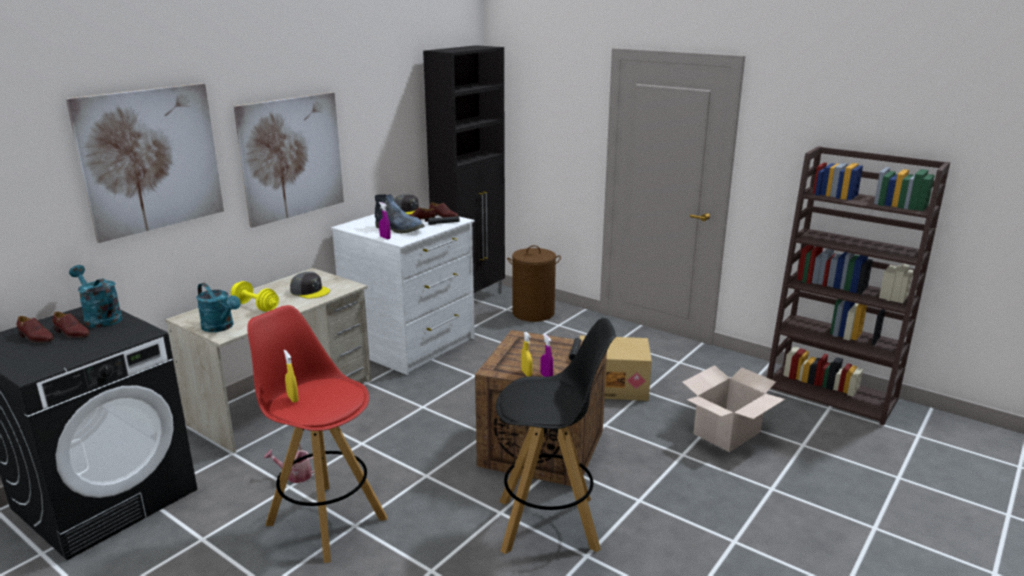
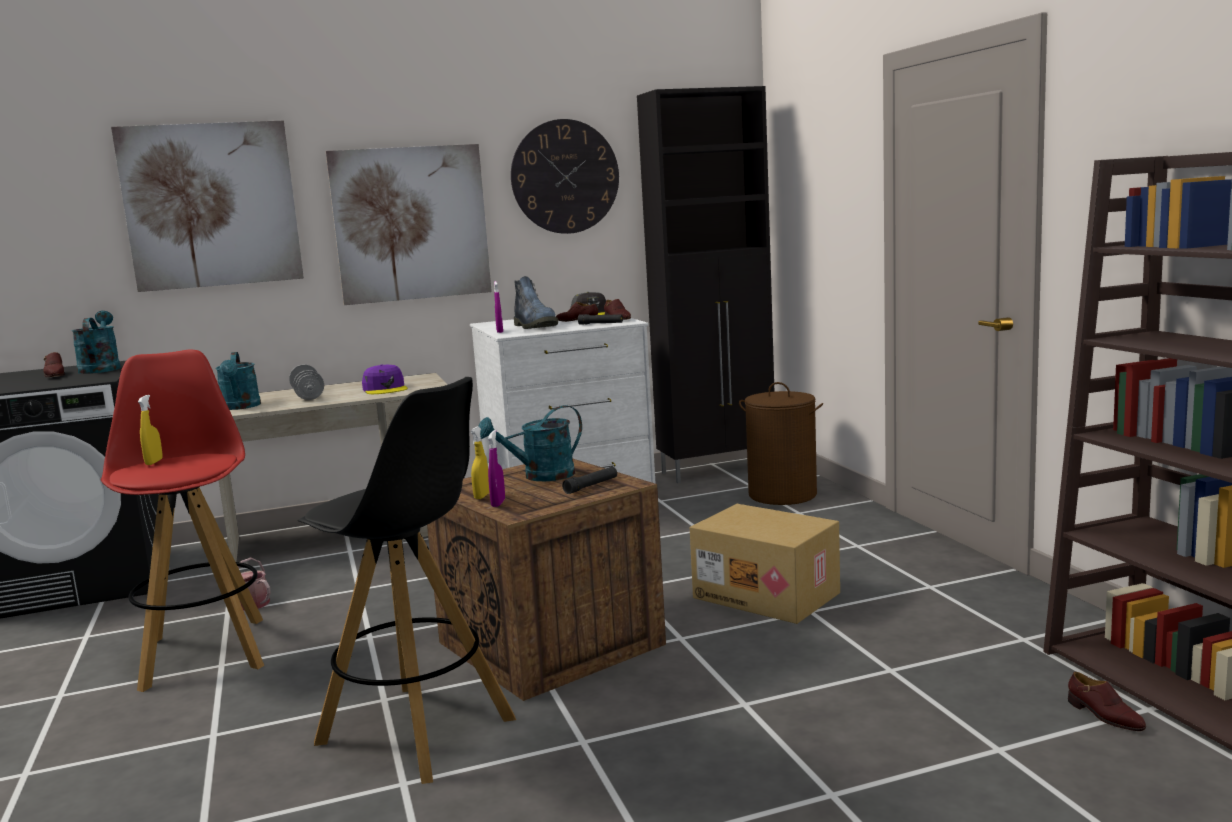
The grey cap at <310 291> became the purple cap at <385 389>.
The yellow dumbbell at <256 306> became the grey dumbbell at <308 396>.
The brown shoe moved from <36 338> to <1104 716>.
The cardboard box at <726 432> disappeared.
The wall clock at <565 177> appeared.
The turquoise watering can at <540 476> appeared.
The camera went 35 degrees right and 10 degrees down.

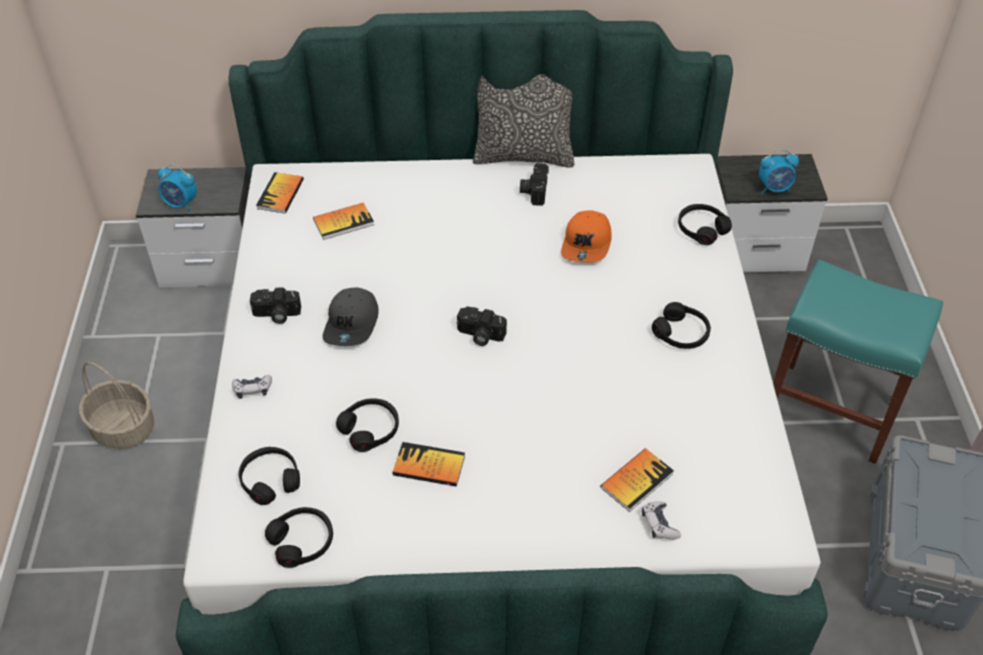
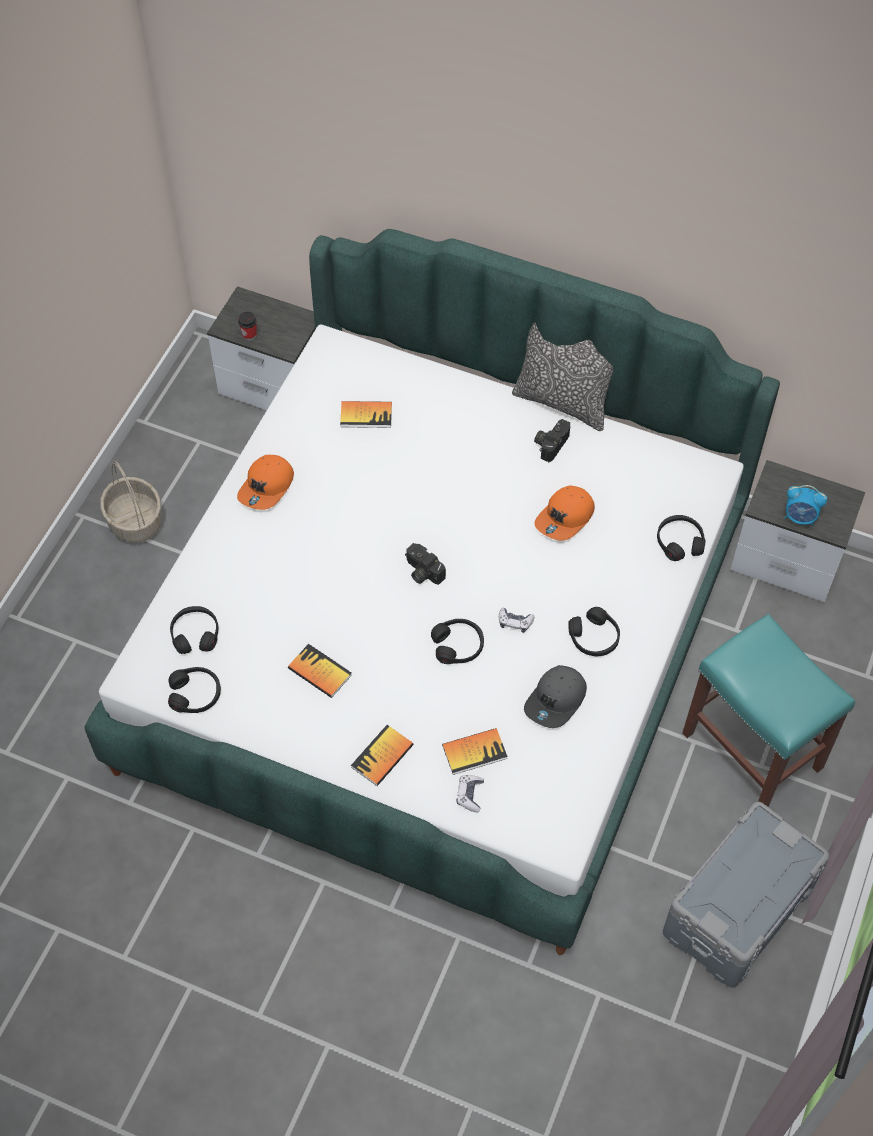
The alarm clock at <181 204> was replaced by the cup at <249 335>.
The book moved from <280 194> to <382 756>.
The grey cap moved from <352 324> to <556 701>.
The photo camera at <276 315> was replaced by the orange cap at <267 487>.
The game controller moved from <252 389> to <515 622>.
The black headphones moved from <370 429> to <458 645>.
The camera went 25 degrees right and 10 degrees up.

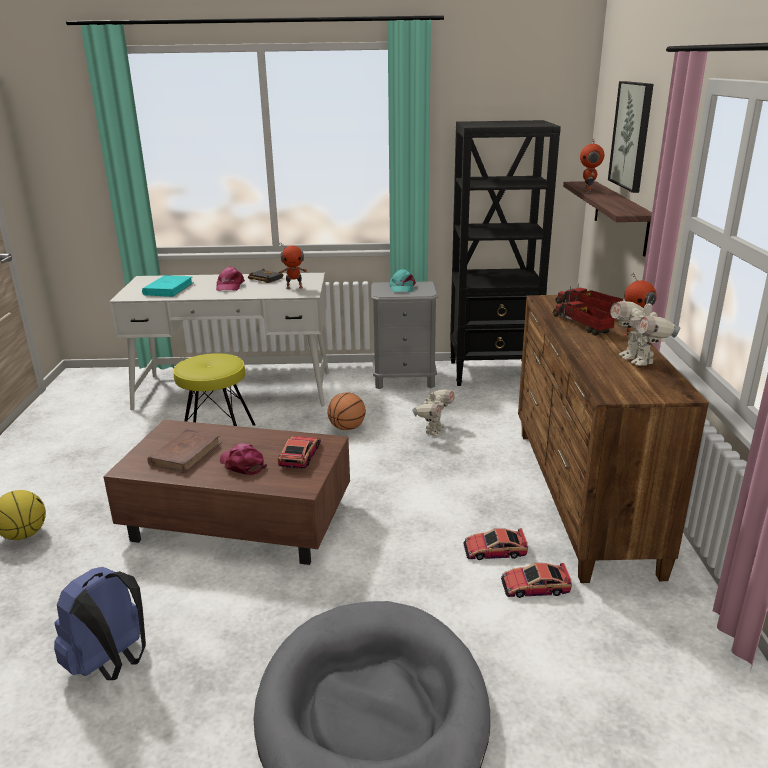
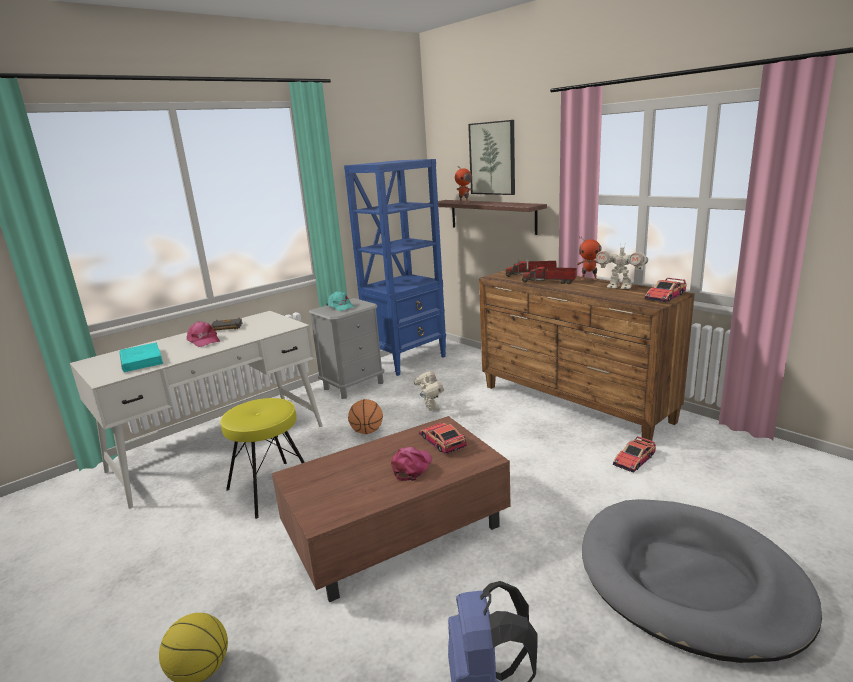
The black bookcase at <493 373> became the blue bookcase at <407 360>.
The toy robot at <294 287> disappeared.
The brown book at <186 454> disappeared.
The pink cap at <242 464> turned 105 degrees clockwise.
The toy car moved from <494 550> to <665 296>.
The camera went 40 degrees left and 5 degrees down.

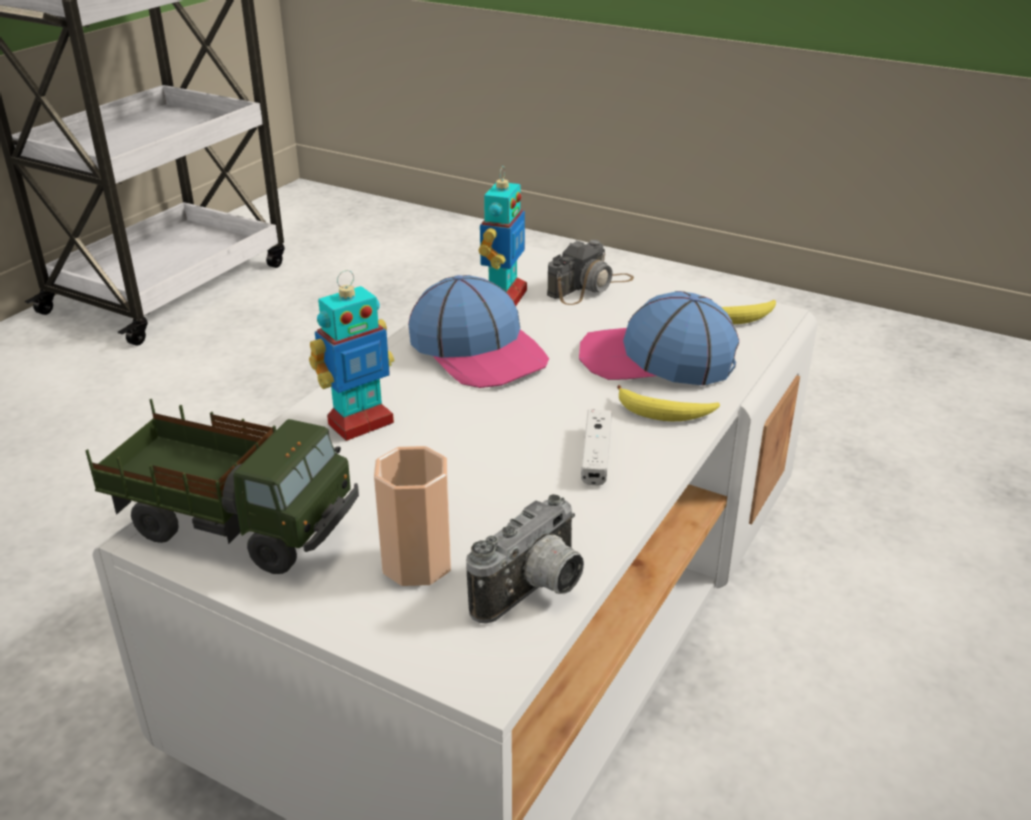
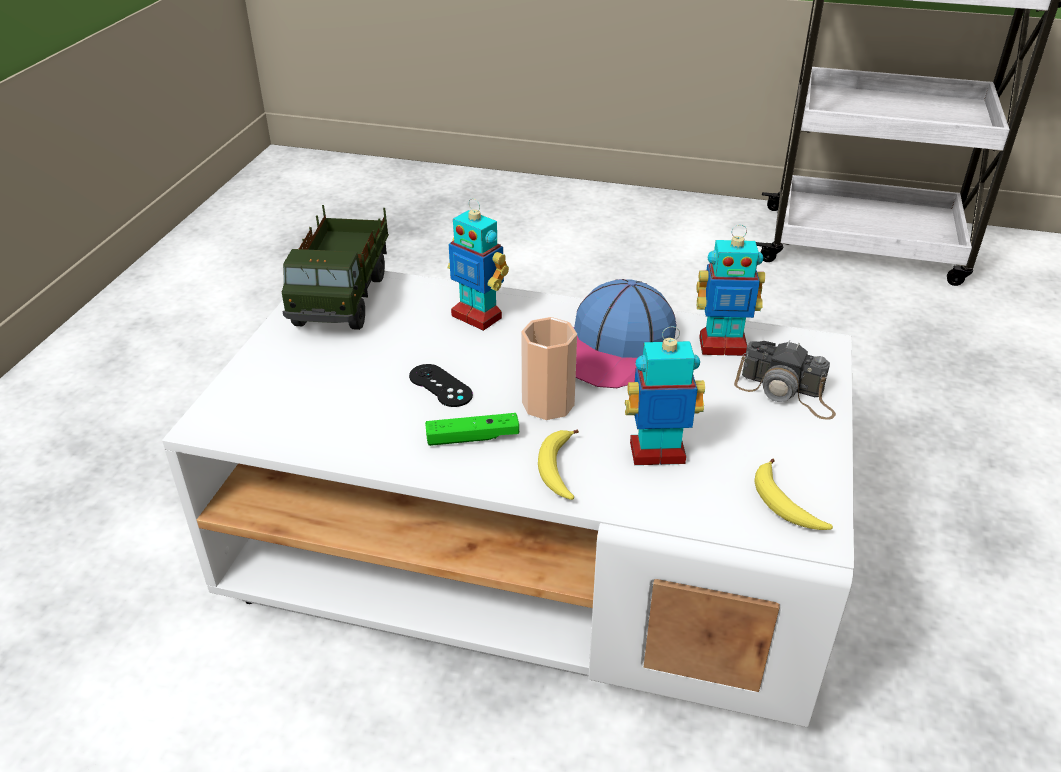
The cap at <656 359> was replaced by the toy robot at <657 454>.
The white game controller at <596 456> became the green game controller at <472 437>.
The cup moved from <417 563> to <548 404>.
The photo camera at <535 593> disappeared.
The black game controller at <440 386> appeared.
The camera went 75 degrees right and 5 degrees up.

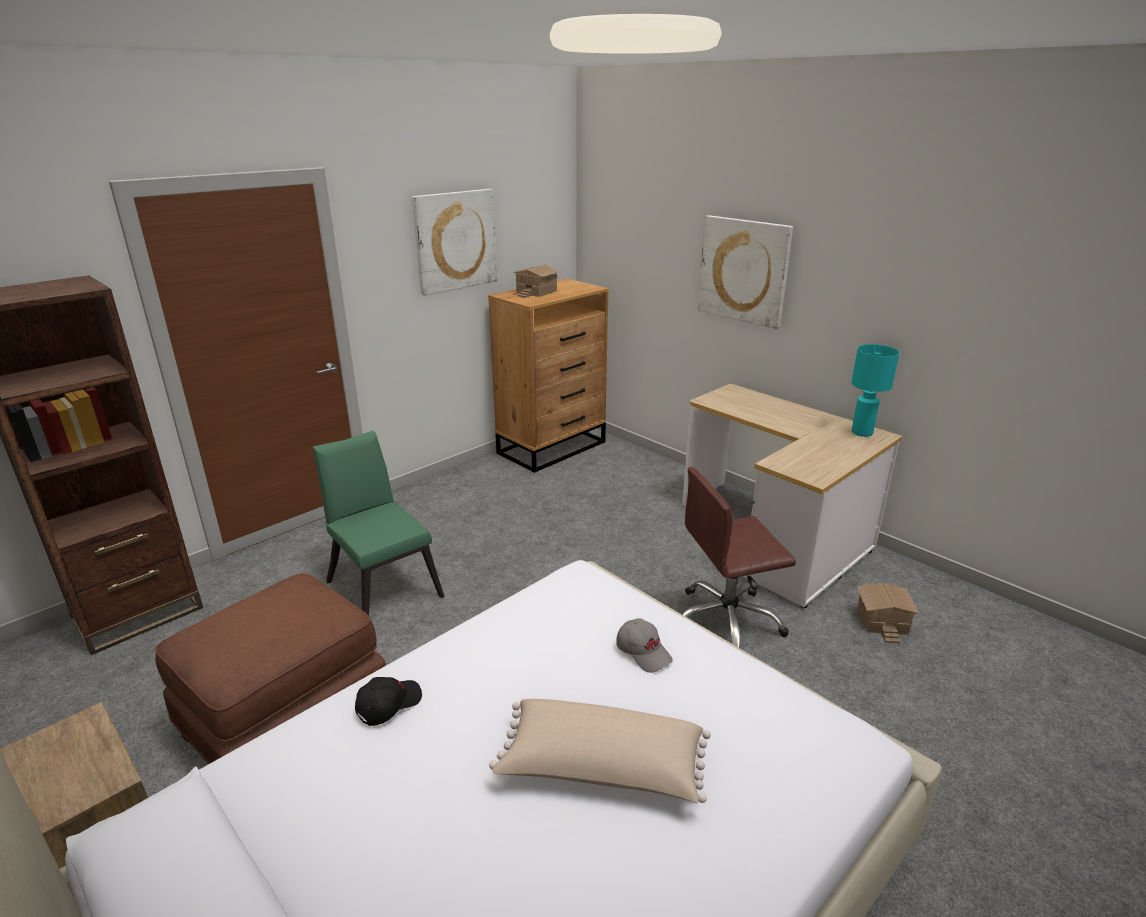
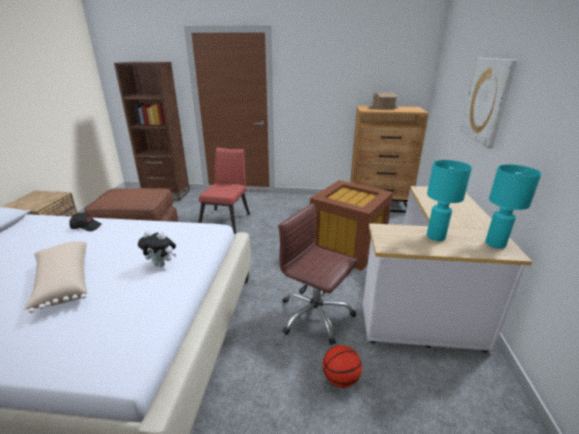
The picture at <455 241> disappeared.
The green chair at <383 585> became the red chair at <227 219>.
The toy house at <883 620> disappeared.
The grey cap at <644 652> was replaced by the plush toy at <162 264>.
The turquoise table lamp at <436 236> appeared.
The brown storage box at <348 247> appeared.
The basketball at <340 379> appeared.
The camera went 50 degrees right and 0 degrees up.

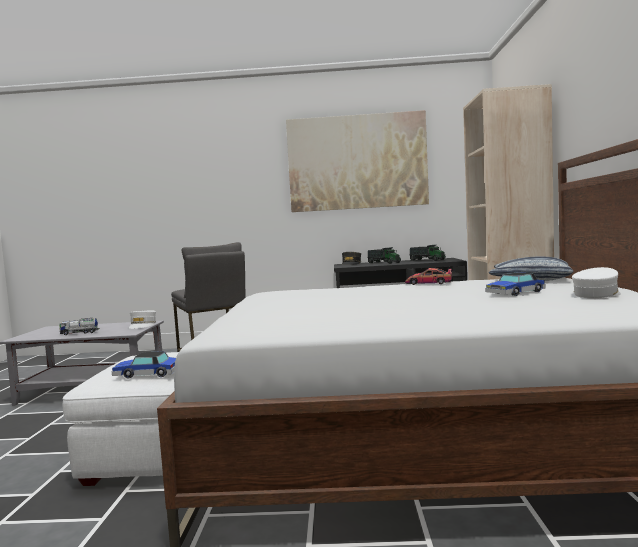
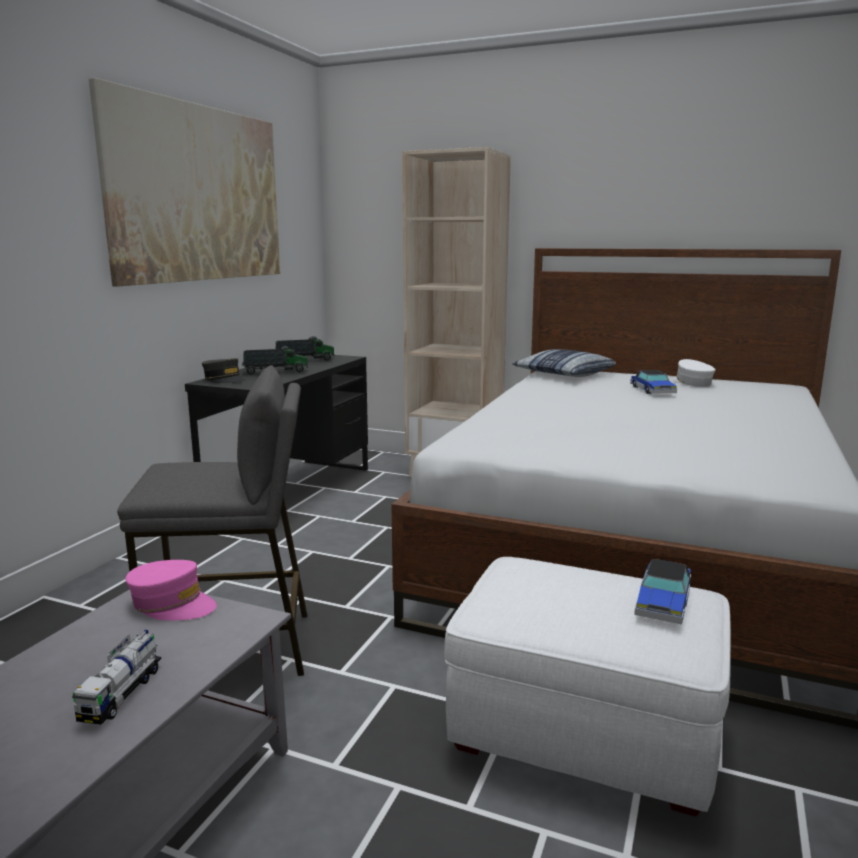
The toy car at <428 283> disappeared.
The white cap at <142 325> became the pink cap at <172 604>.
The camera went 70 degrees left and 10 degrees up.

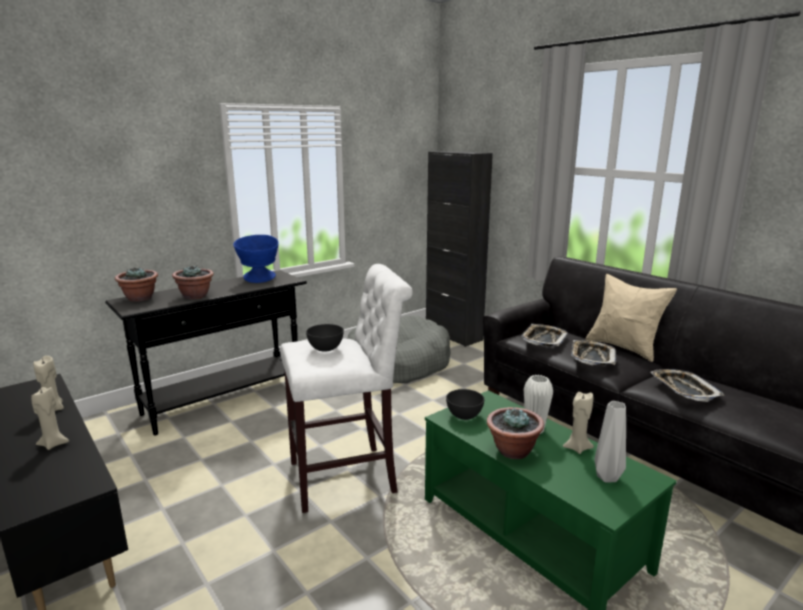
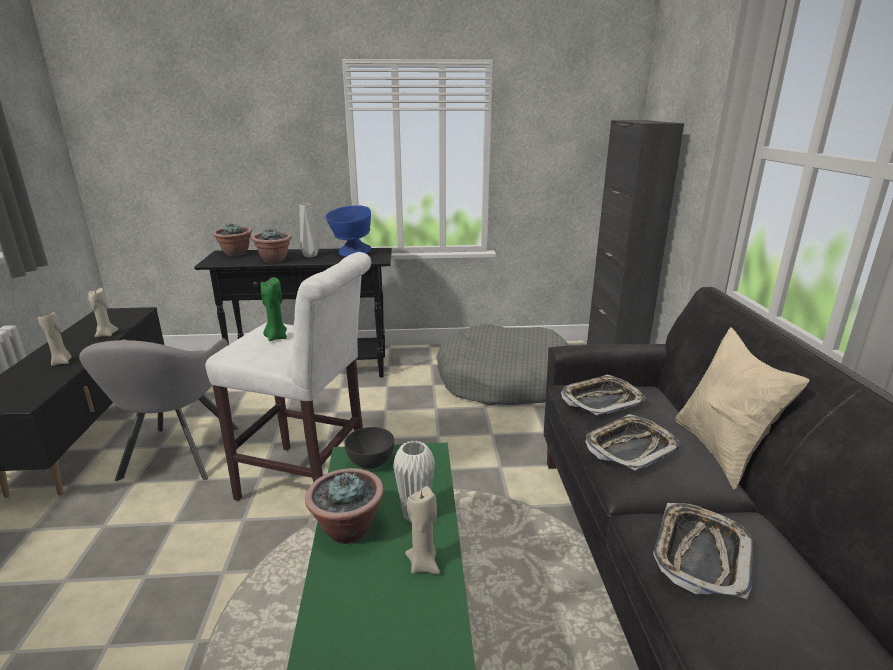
The grey bowl at <325 348> was replaced by the green candle at <276 337>.
The grey vase moved from <607 476> to <311 255>.
The grey armchair at <178 455> appeared.
The camera went 35 degrees right and 5 degrees up.

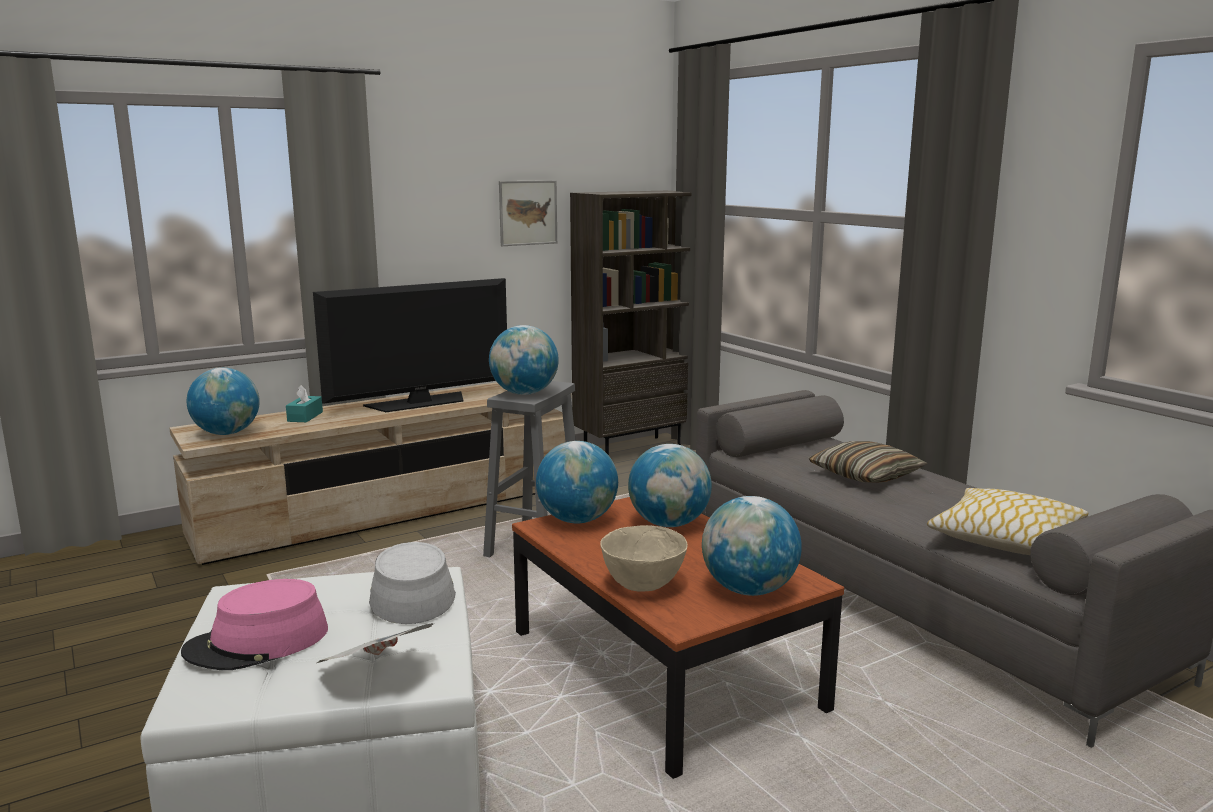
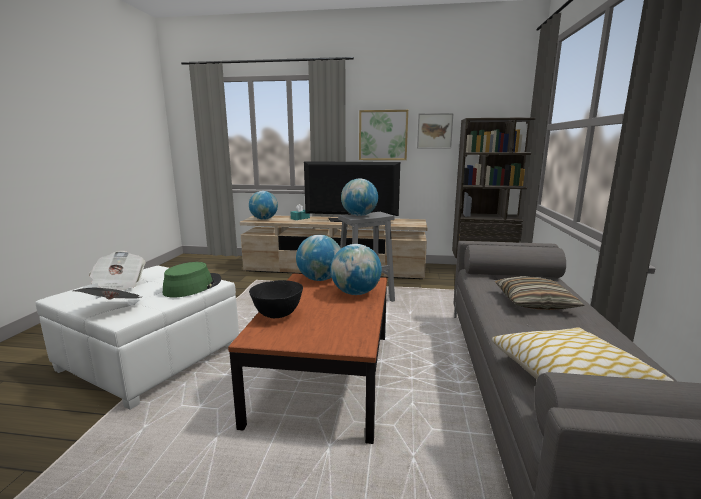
The globe at <749 590> disappeared.
The beige bowl at <642 586> became the black bowl at <277 315>.
The grey hat at <411 594> became the green hat at <193 286>.
The pink hat at <257 642> was replaced by the newspaper at <118 285>.
The picture at <383 135> appeared.
The camera went 40 degrees right and 0 degrees up.

